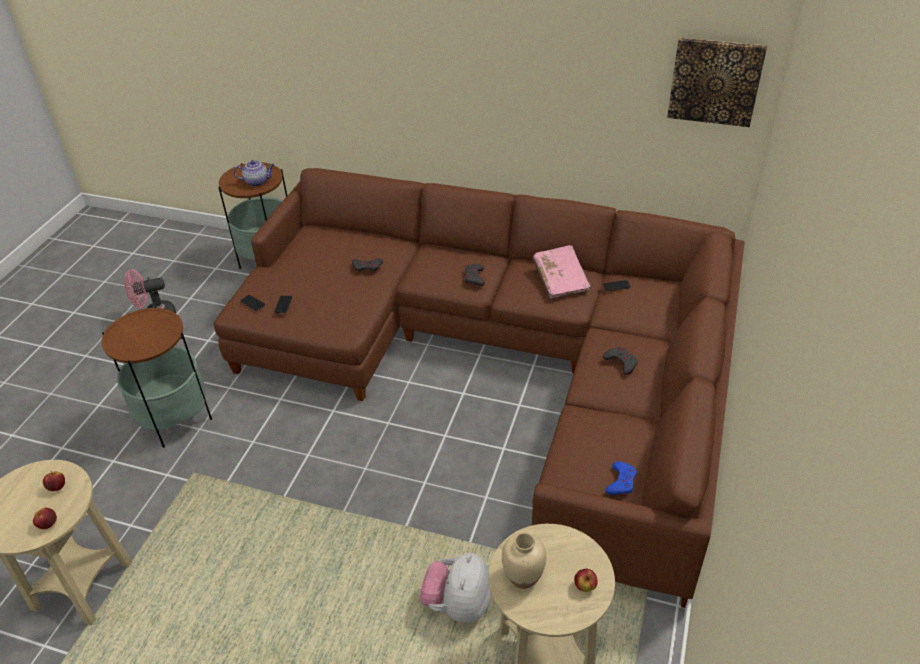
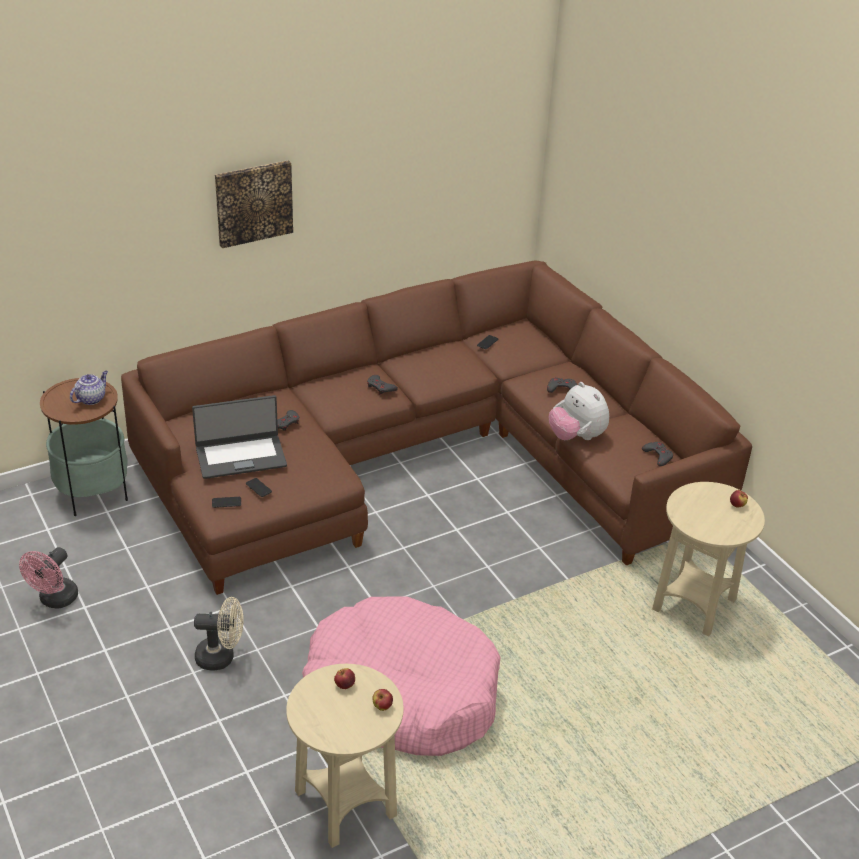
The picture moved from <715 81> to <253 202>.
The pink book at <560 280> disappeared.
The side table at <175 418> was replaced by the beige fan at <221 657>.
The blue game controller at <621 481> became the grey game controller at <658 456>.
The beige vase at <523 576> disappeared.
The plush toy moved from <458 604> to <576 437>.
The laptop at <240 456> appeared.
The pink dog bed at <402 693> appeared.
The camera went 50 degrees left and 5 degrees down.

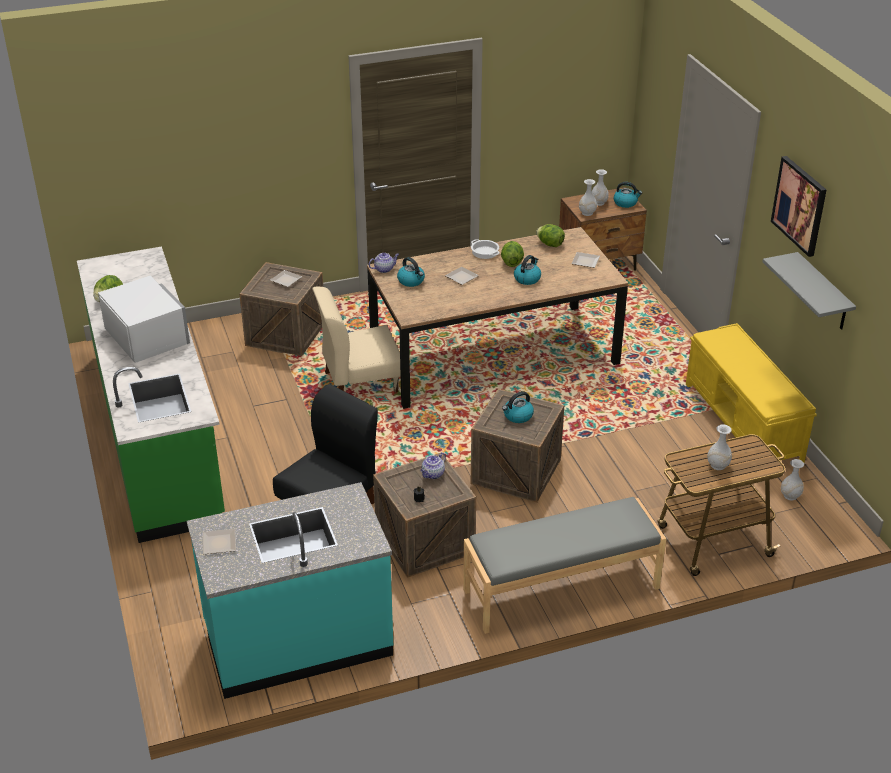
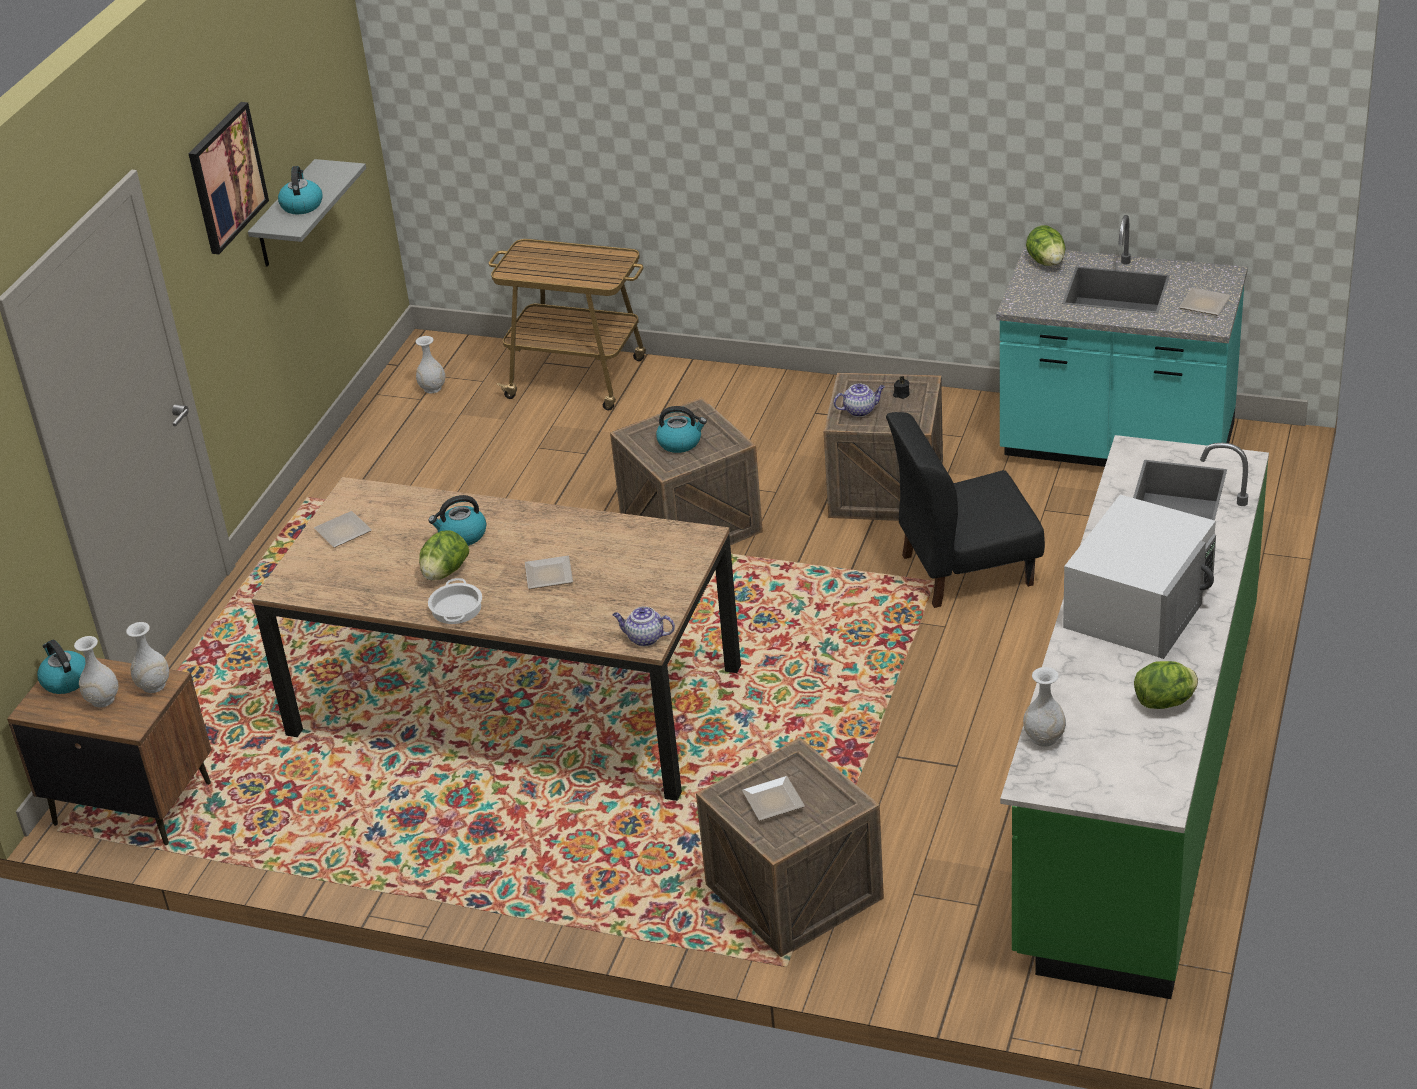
The lettuce moved from <550 244> to <1046 262>.
The kettle moved from <411 281> to <301 205>.
The white microwave at <146 335> turned 150 degrees counterclockwise.
The beige chair at <360 382> disappeared.
The yellow bench at <743 423> disappeared.
The white vase moved from <718 465> to <1044 737>.
The grey bench at <561 589> disappeared.
The camera went 140 degrees left and 0 degrees up.

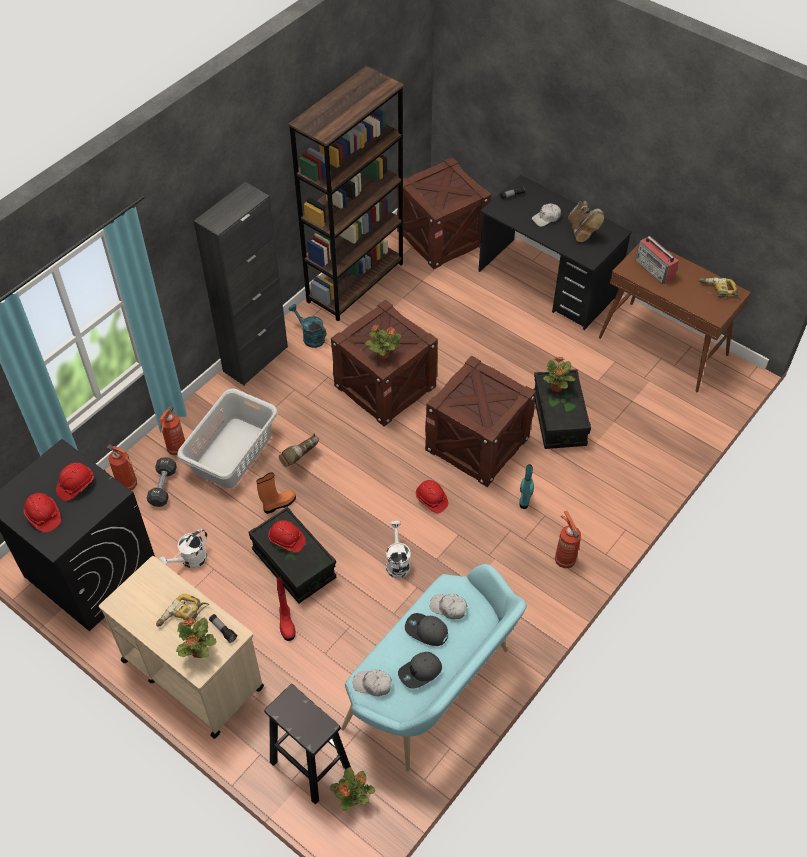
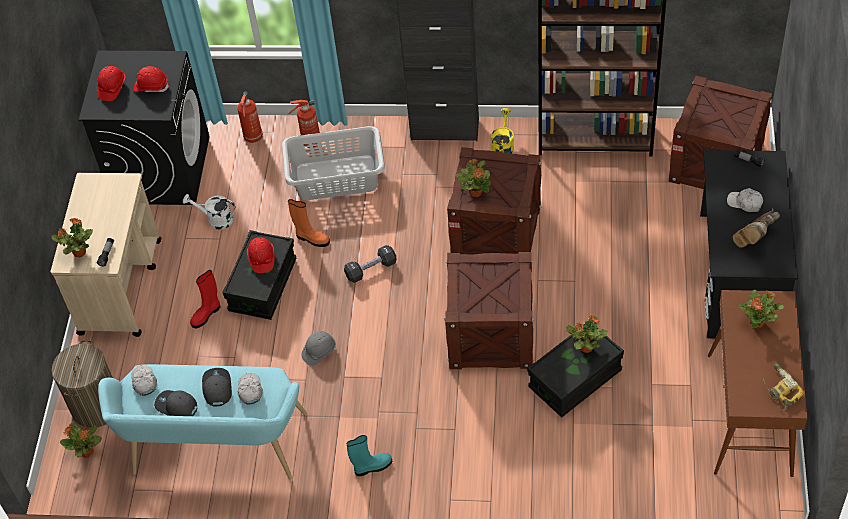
The radio at <655 269> was replaced by the potted plant at <757 322>.
The turquoise watering can at <310 337> became the yellow watering can at <503 148>.
The brown boot at <300 460> disappeared.
The black dumbbell moved from <163 487> to <371 269>.
The turquoise boot moved from <525 495> to <372 467>.
The red hard hat at <431 500> disappeared.
The fire extinguisher at <564 559> disappeared.
The white watering can at <397 562> was replaced by the grey hard hat at <319 351>.
The power drill at <182 616> disappeared.
The black stool at <309 764> was replaced by the laundry basket at <96 406>.
The camera went 60 degrees right and 0 degrees up.

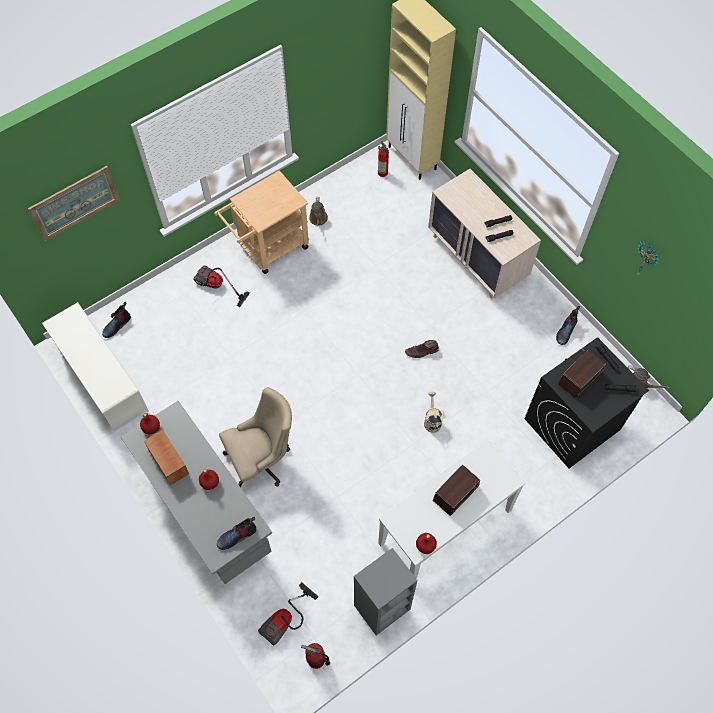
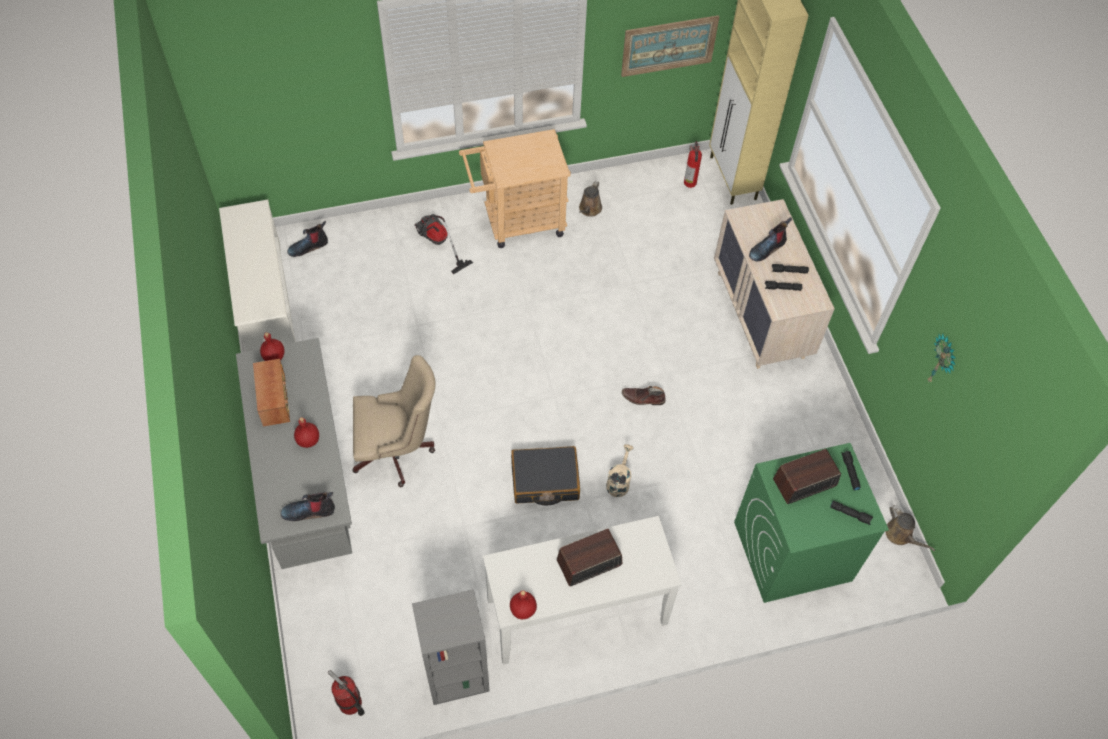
The picture moved from <75 203> to <669 45>.
The boot moved from <566 330> to <767 248>.
The black washing machine at <572 424> became the green washing machine at <791 551>.
The vacuum cleaner at <286 621> disappeared.
The black suitcase at <545 480> appeared.
The camera went 20 degrees right and 5 degrees down.

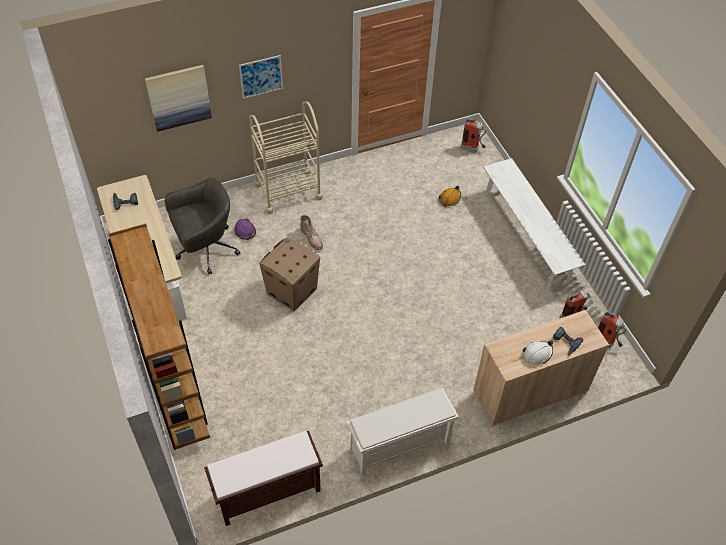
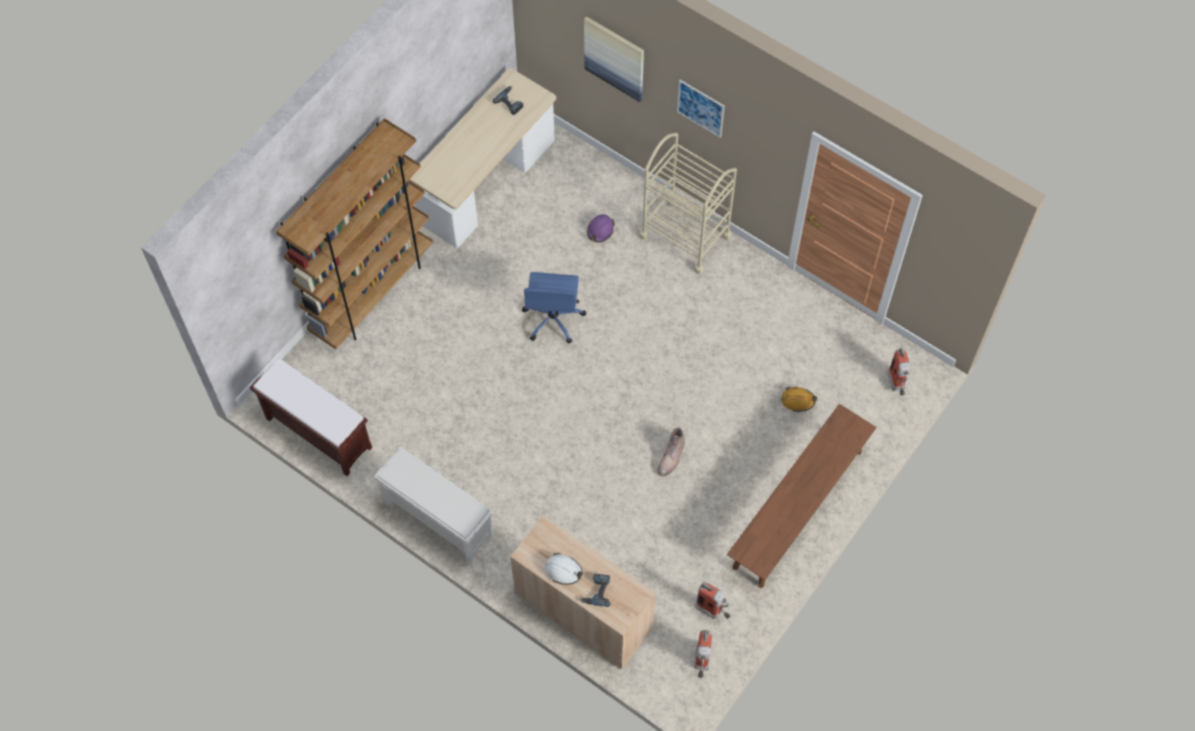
The white bench at <525 237> became the brown bench at <797 509>.
The grey office chair at <205 249> disappeared.
The brown boot moved from <312 238> to <671 457>.
The cardboard box at <291 292> was replaced by the blue office chair at <553 319>.
The camera went 60 degrees right and 10 degrees up.

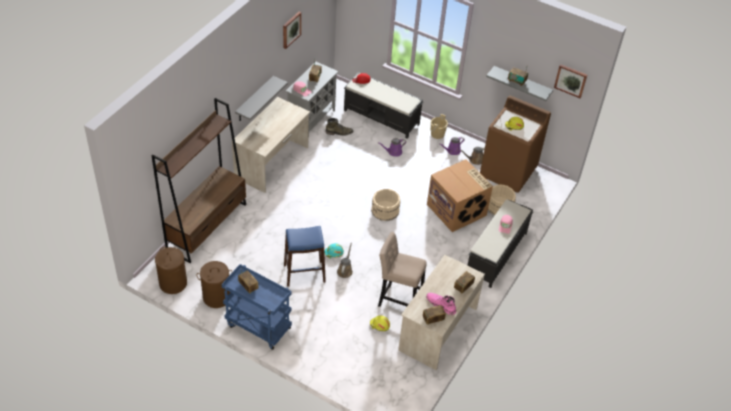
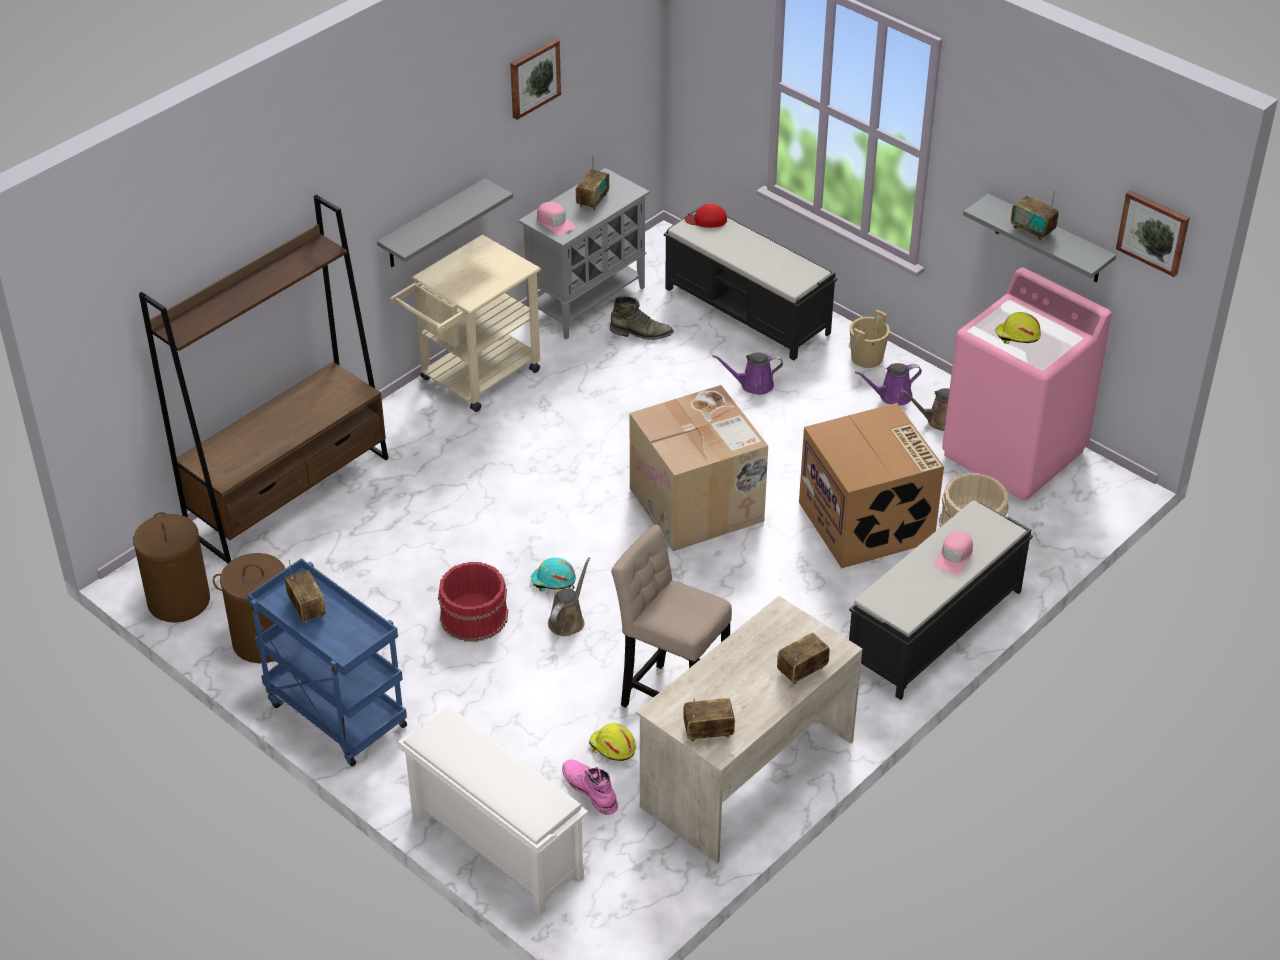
The brown washing machine at <508 171> became the pink washing machine at <1014 453>.
The beige desk at <272 162> was replaced by the beige cart at <473 379>.
The beige bucket at <385 210> was replaced by the cardboard box at <698 505>.
The blue stool at <304 273> was replaced by the red bucket at <473 616>.
The pink boot moved from <441 304> to <590 789>.
The white shoe rack at <494 845> appeared.
The camera went 15 degrees right and 5 degrees down.

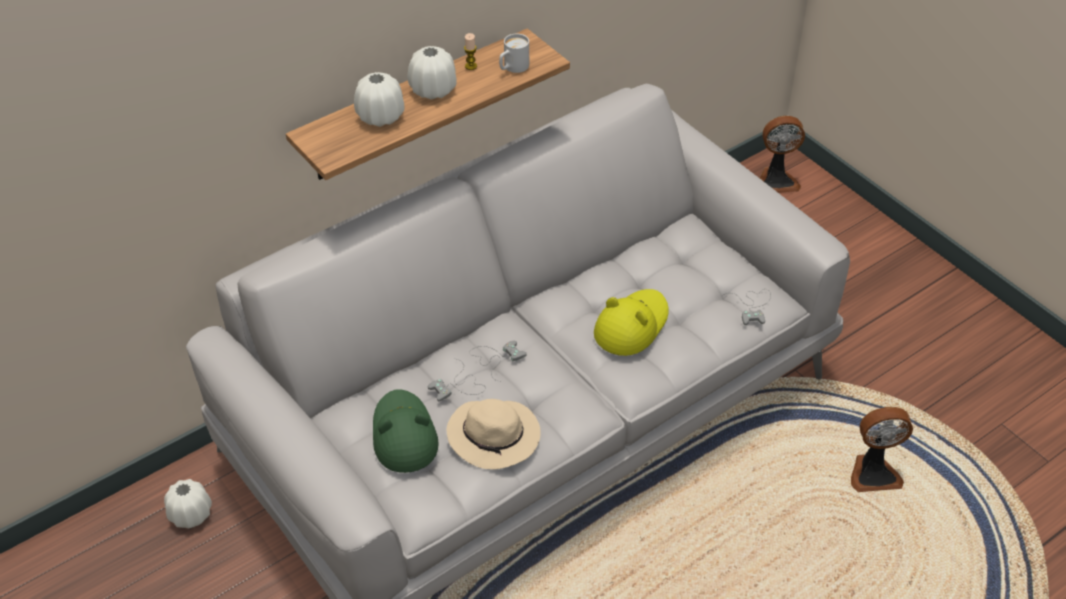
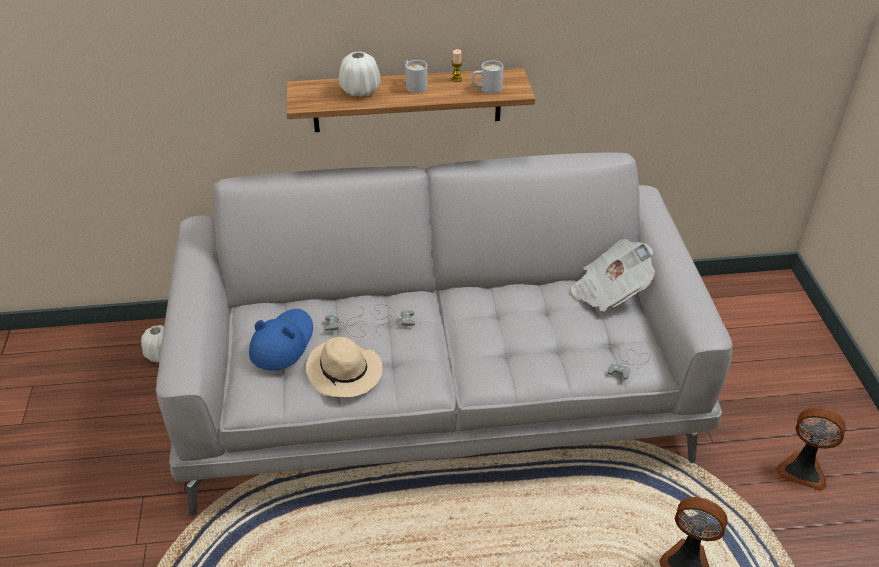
The white vase at <433 90> was replaced by the white mug at <414 85>.
The fan moved from <776 180> to <803 469>.
The yellow hat at <631 325> disappeared.
The green hat at <403 435> became the blue hat at <282 343>.
The newspaper at <609 290> appeared.
The camera went 30 degrees right and 5 degrees down.

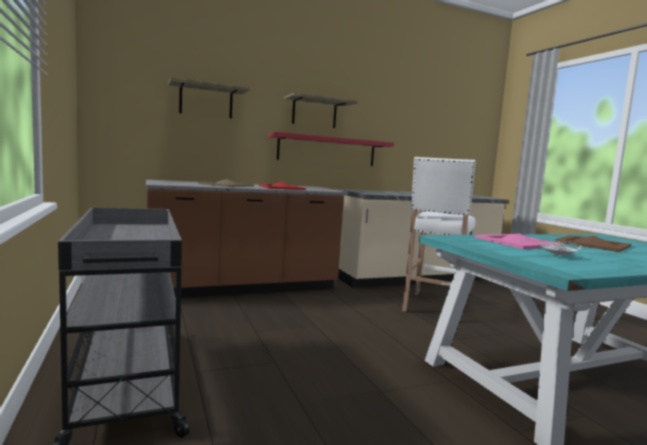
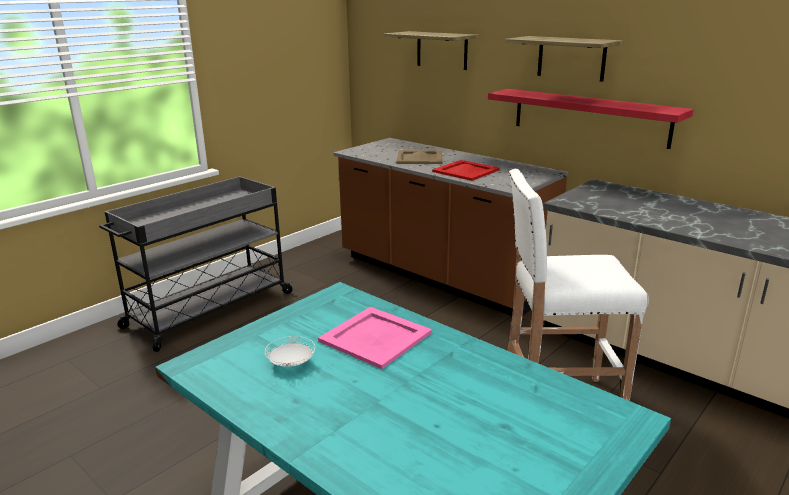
The brown tray at <593 244> disappeared.
The camera went 65 degrees right and 15 degrees up.

